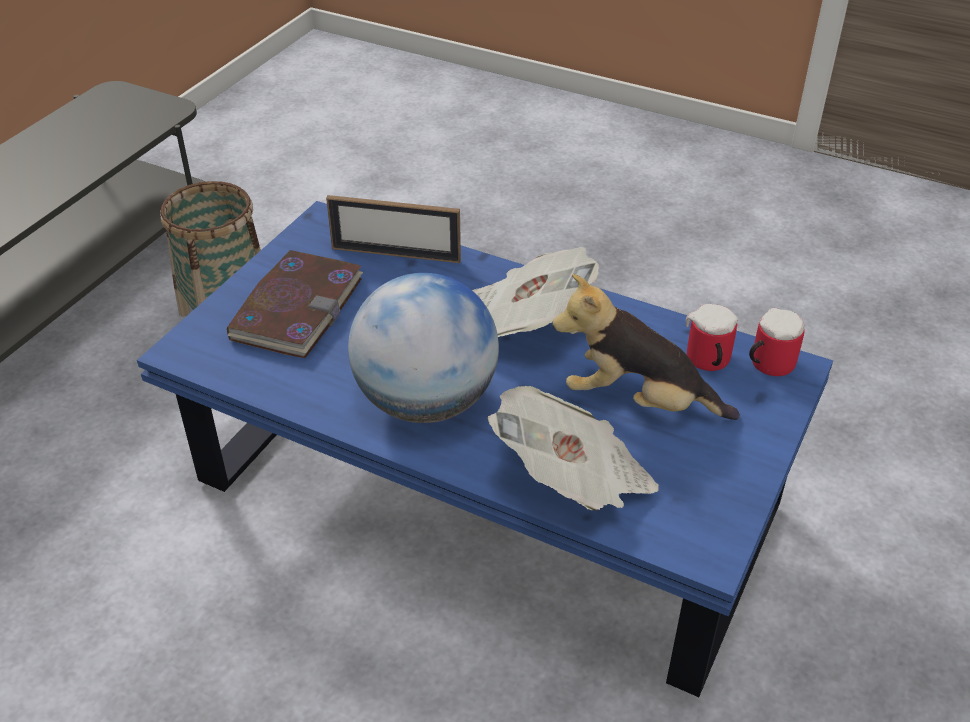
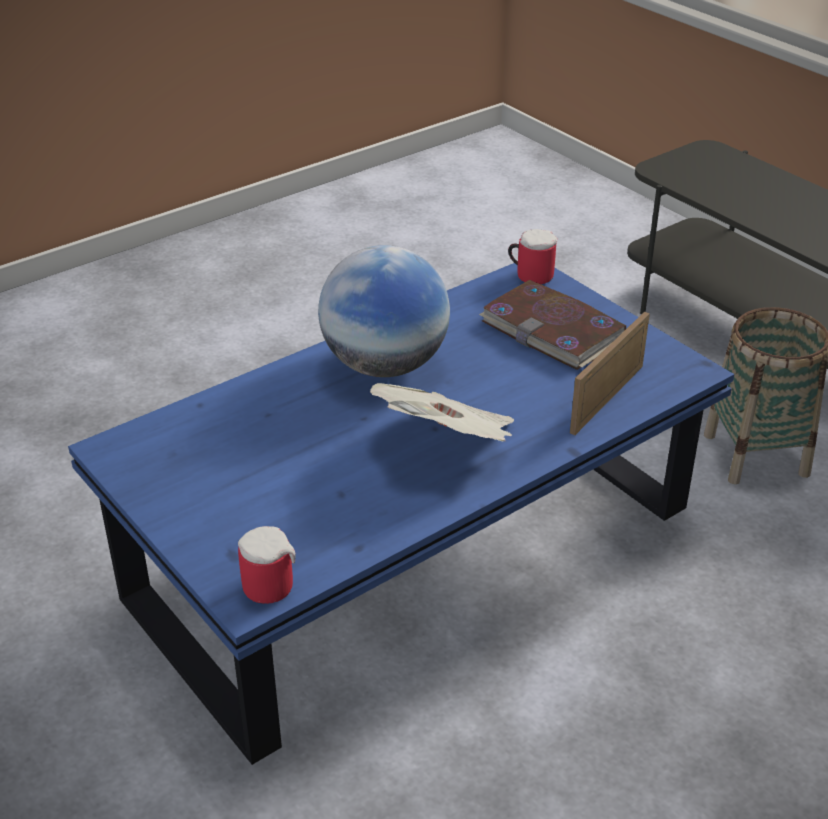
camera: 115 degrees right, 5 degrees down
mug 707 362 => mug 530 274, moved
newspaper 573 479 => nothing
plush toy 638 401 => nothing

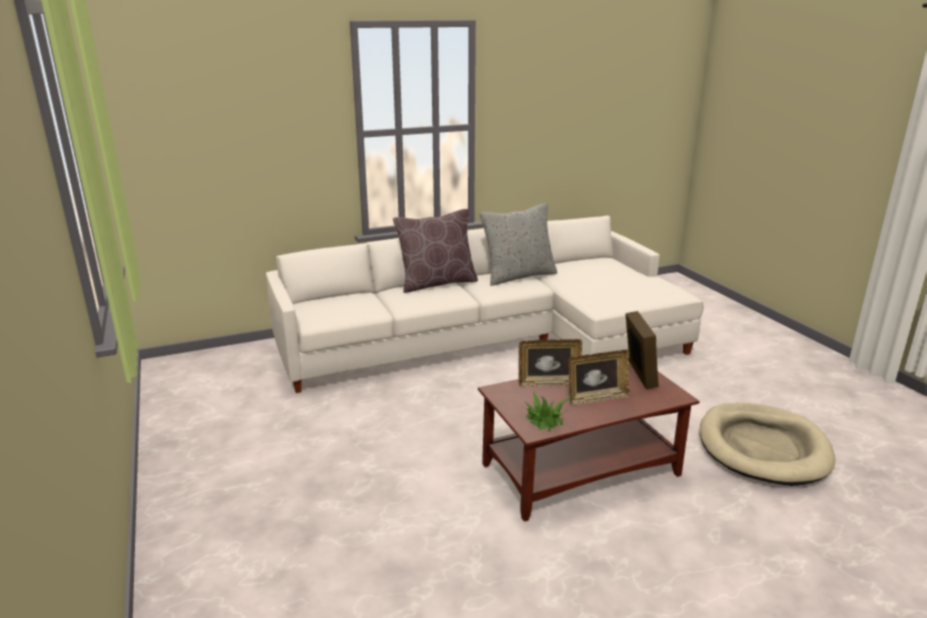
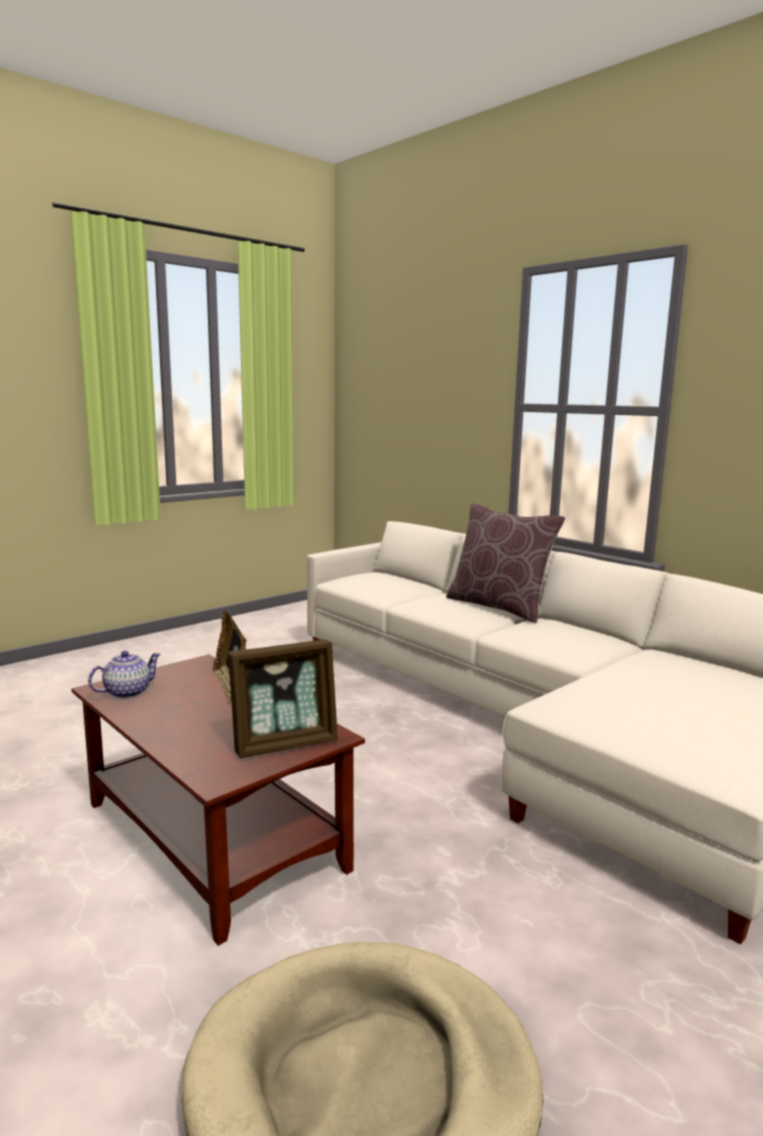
camera: 70 degrees right, 10 degrees down
potted plant 544 420 => teapot 126 692
pillow (grey) 518 276 => nothing
picture frame 597 398 => nothing

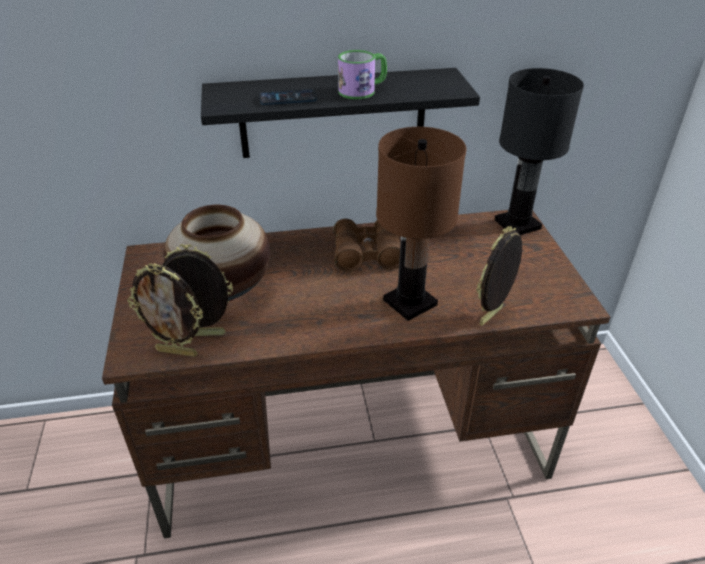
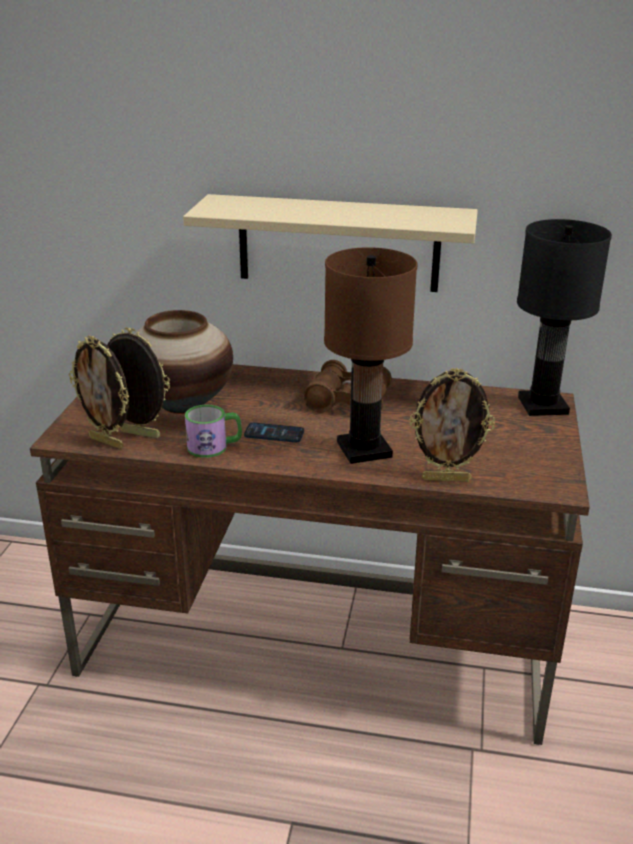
camera: 20 degrees right, 10 degrees down
shelf (black) 333 113 => shelf (beige) 338 243
mug 362 90 => mug 214 447, moved
phone 287 98 => phone 274 434, moved
picture frame 492 317 => picture frame 446 479, 150 degrees counterclockwise

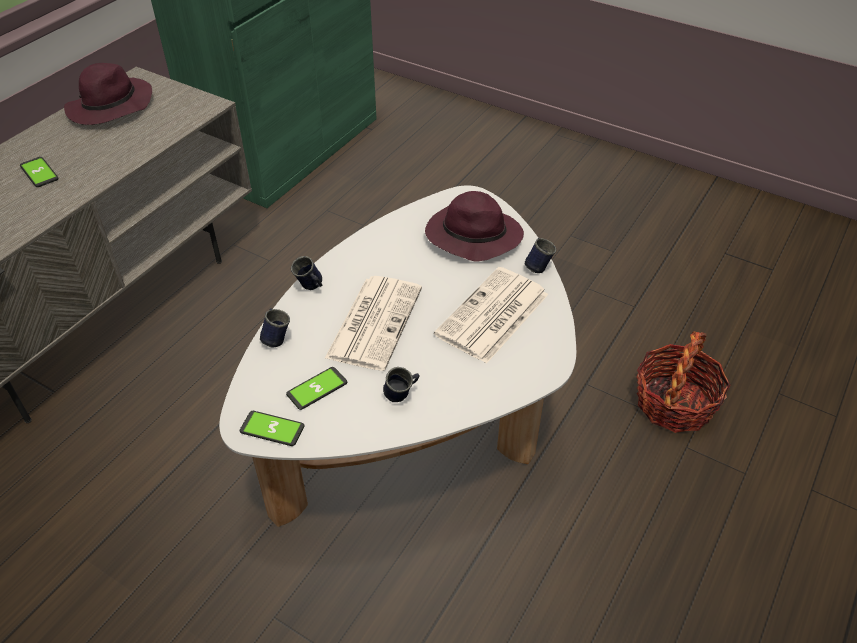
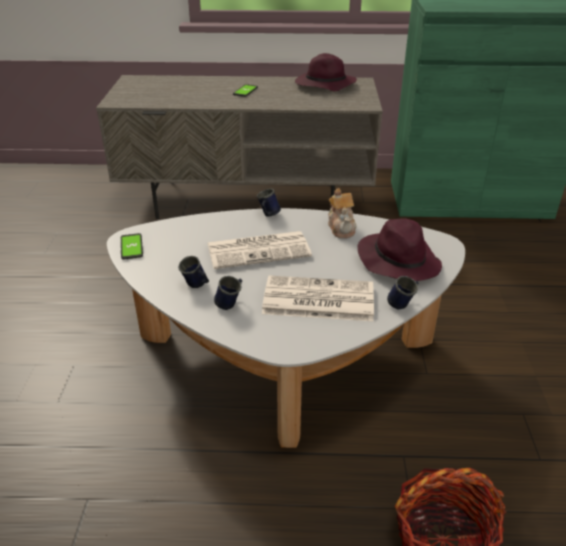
camera: 60 degrees right, 10 degrees down
mug (blue) 276 337 => mug (blue) 230 304, moved
nothing => teapot 341 227
phone 317 389 => nothing

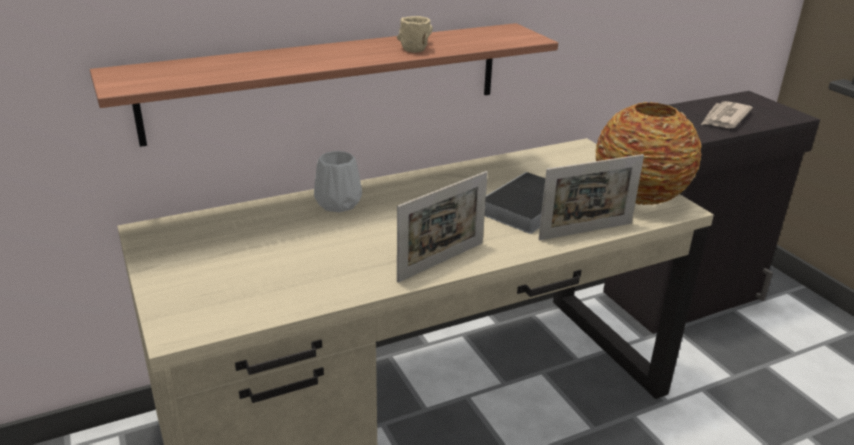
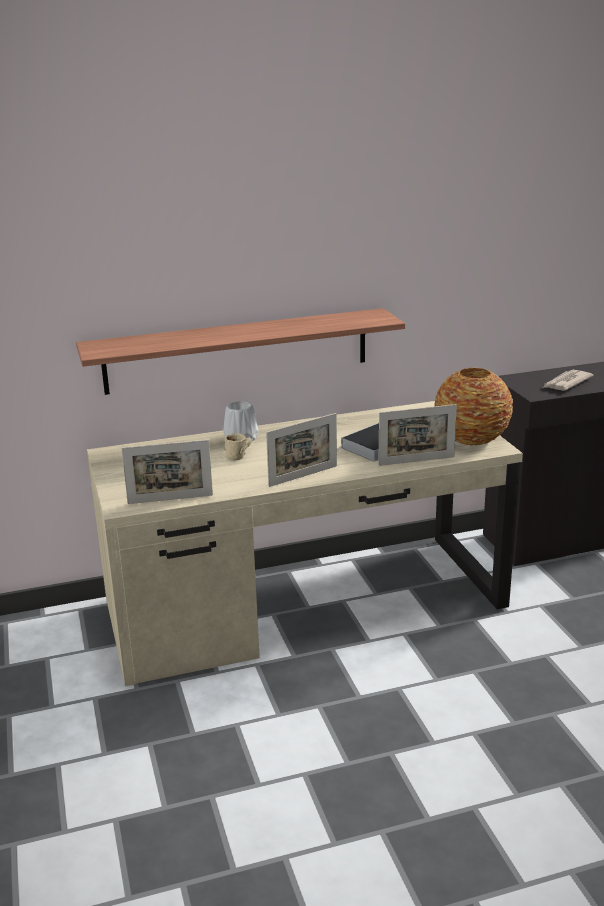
camera: 10 degrees right, 5 degrees down
nothing => picture frame 170 499
mug (beige) 417 47 => mug (beige) 239 454, moved

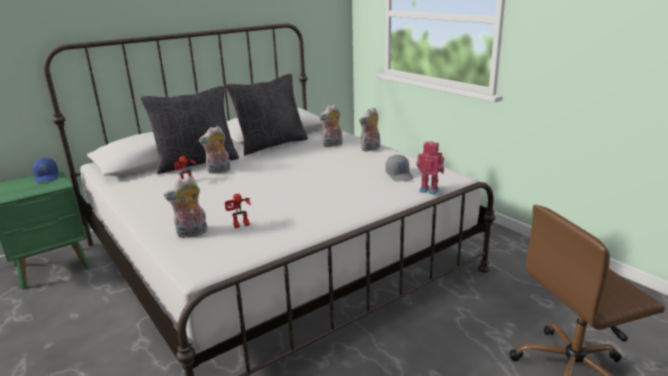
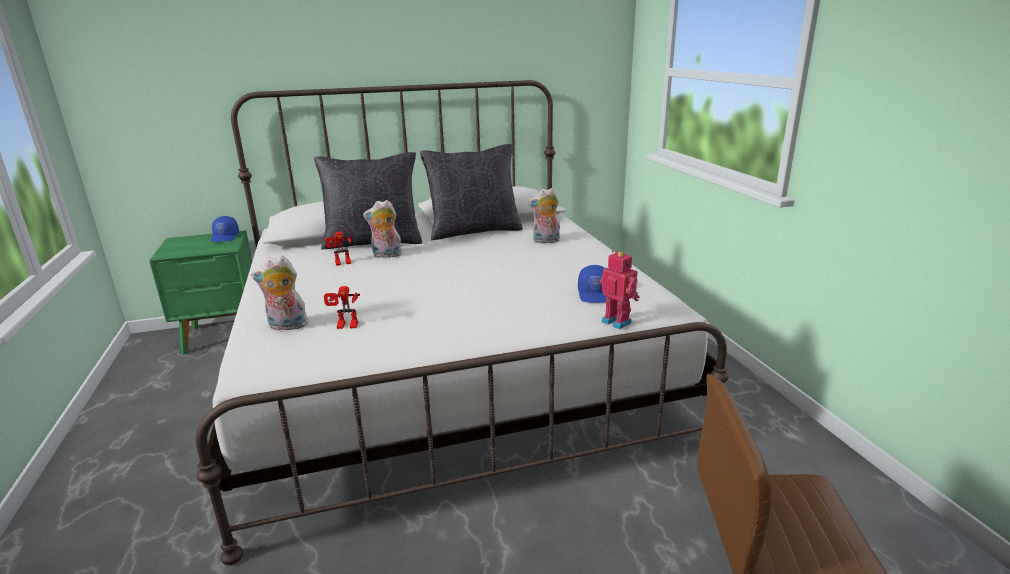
camera: 20 degrees right, 0 degrees up
cap (grey) 399 175 => cap (blue) 595 294
plush toy 370 149 => nothing

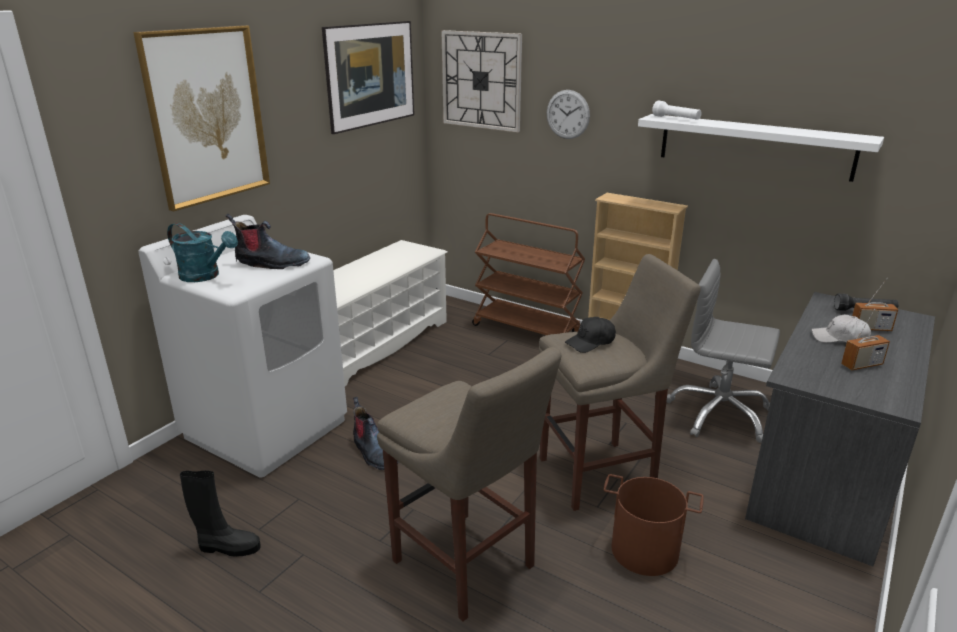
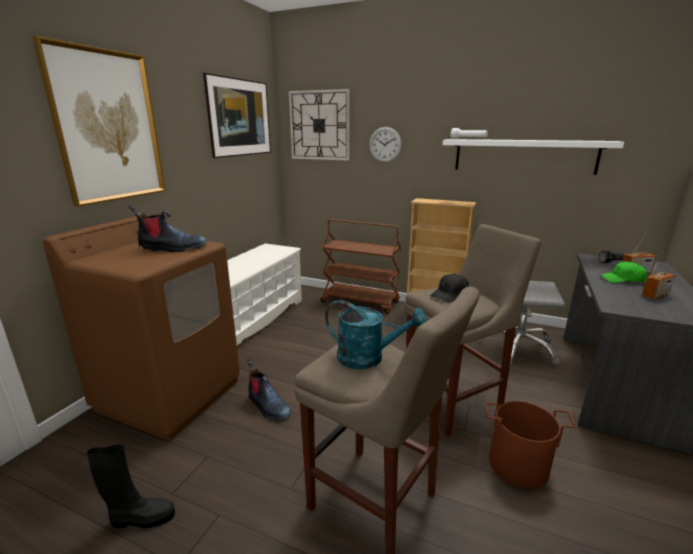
camera: 10 degrees left, 5 degrees down
washing machine (white) 267 428 => washing machine (brown) 170 394
watering can (turquoise) 205 276 => watering can (turquoise) 369 358, moved
cap (white) 839 338 => cap (green) 622 279

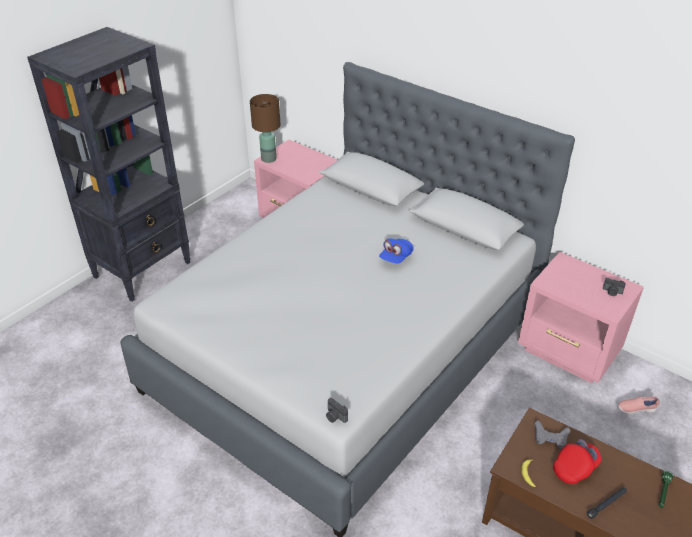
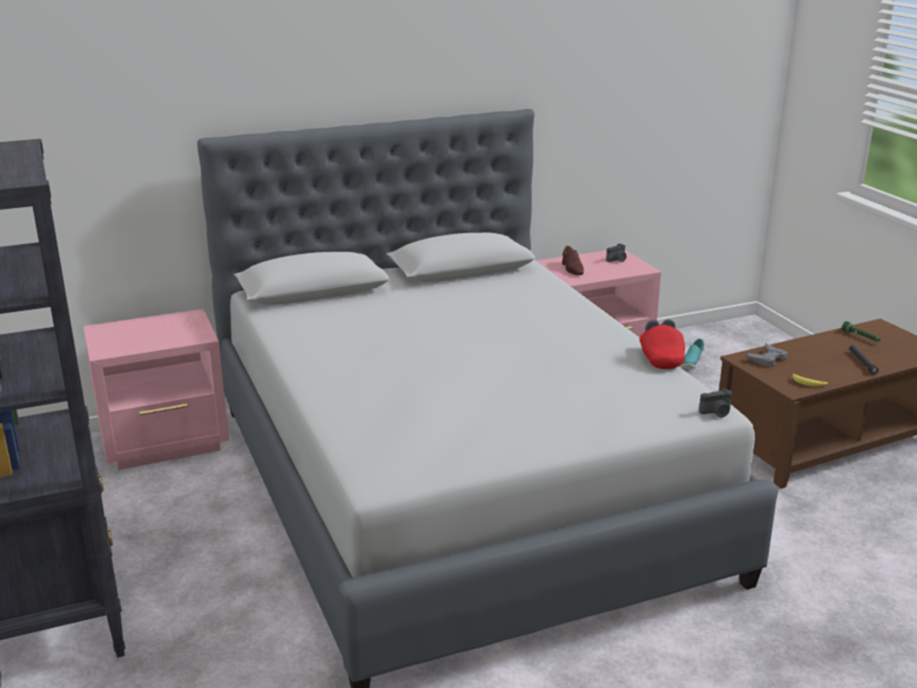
camera: 60 degrees left, 15 degrees down
nothing => shoe (brown) 572 269
cap (red) 575 468 => cap (red) 660 358, moved
shoe (pink) 635 409 => shoe (turquoise) 692 362
table lamp (brown) 268 159 => nothing
cap (blue) 396 257 => nothing

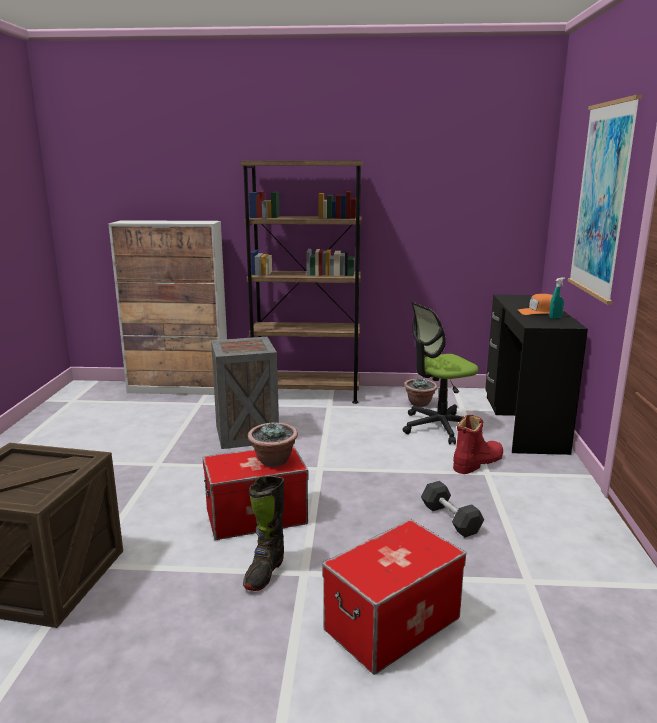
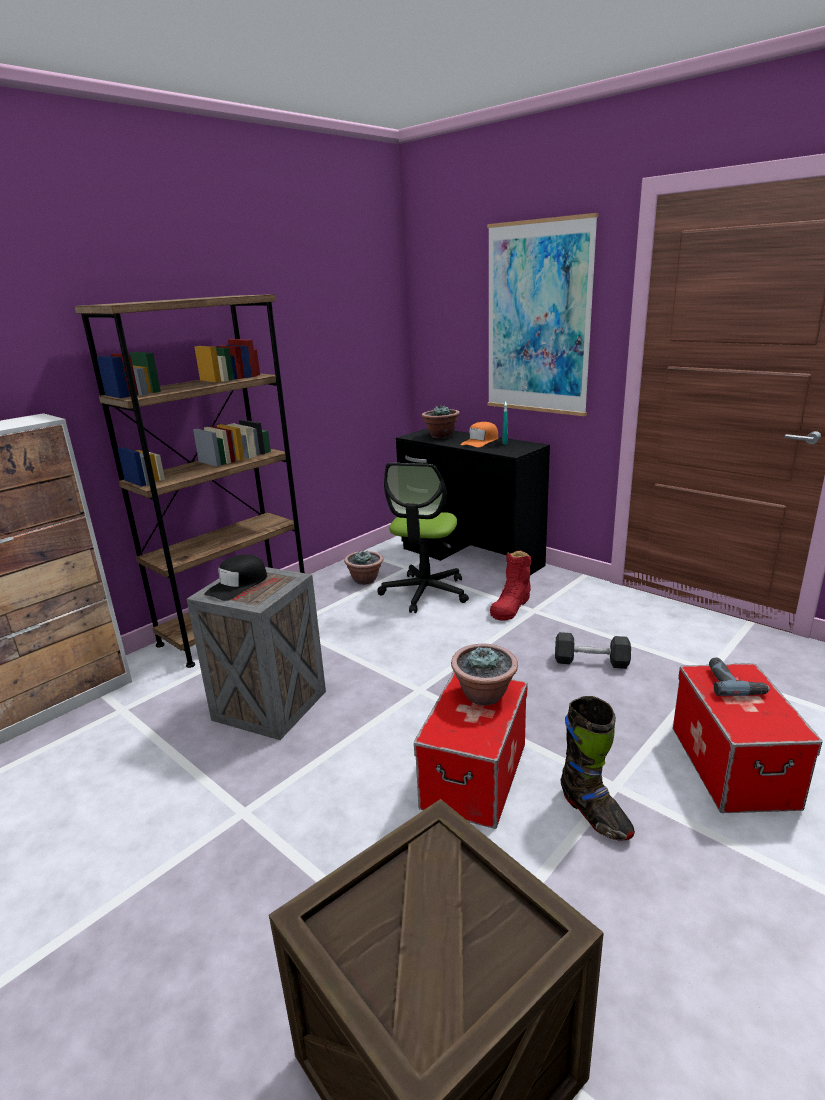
camera: 50 degrees left, 5 degrees up
nothing => cap (black) 238 585
nothing => potted plant 441 436
boot (red) 477 462 => boot (red) 511 606, 150 degrees counterclockwise
nothing => power drill 733 683

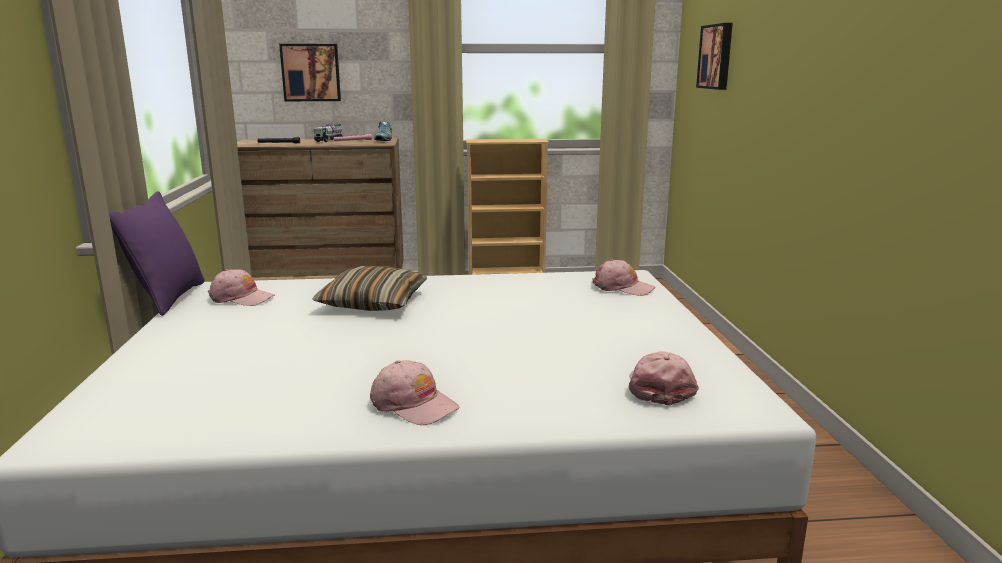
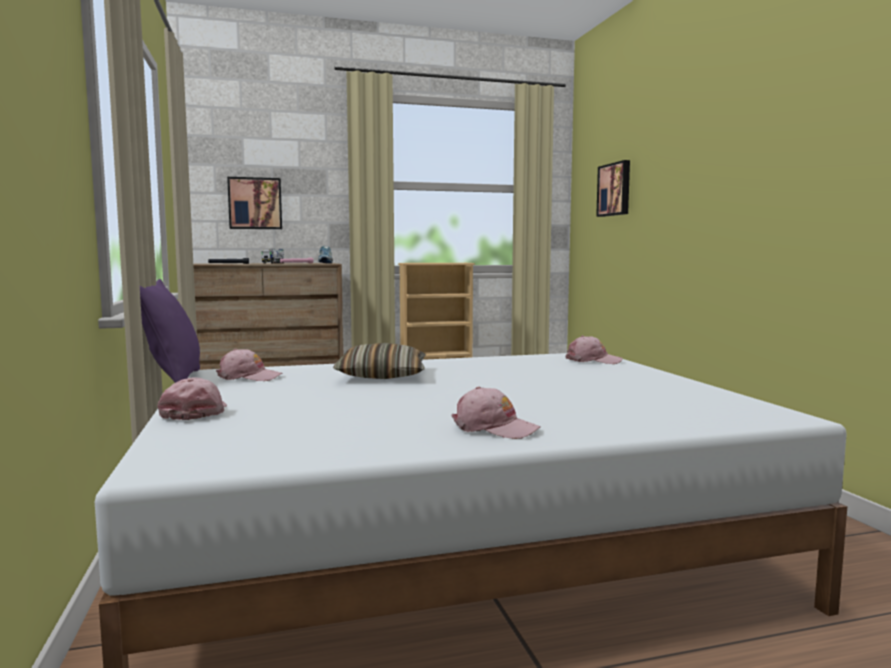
camera: 10 degrees left, 10 degrees down
cap (pink) 659 387 => cap (pink) 195 412, moved

